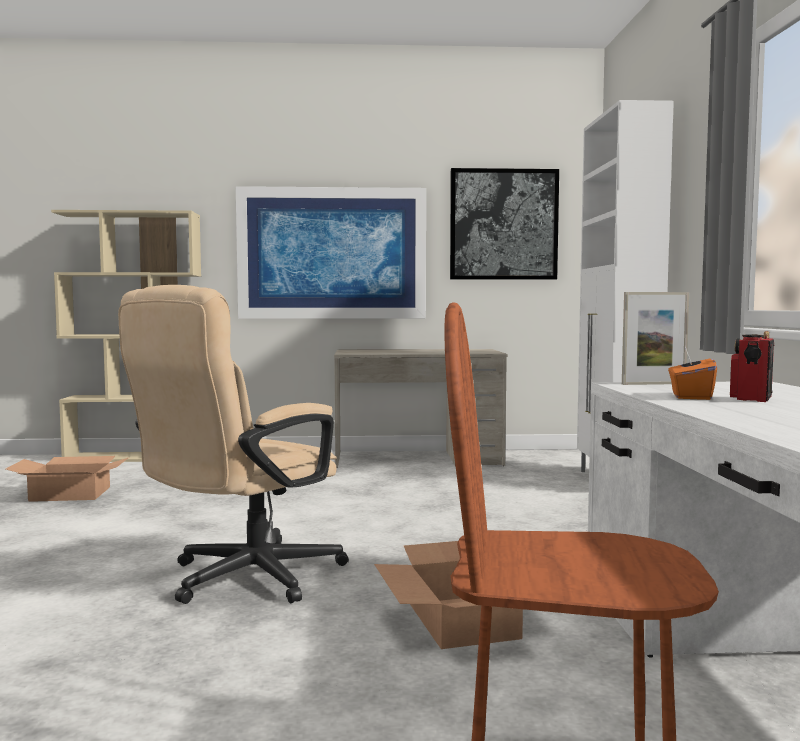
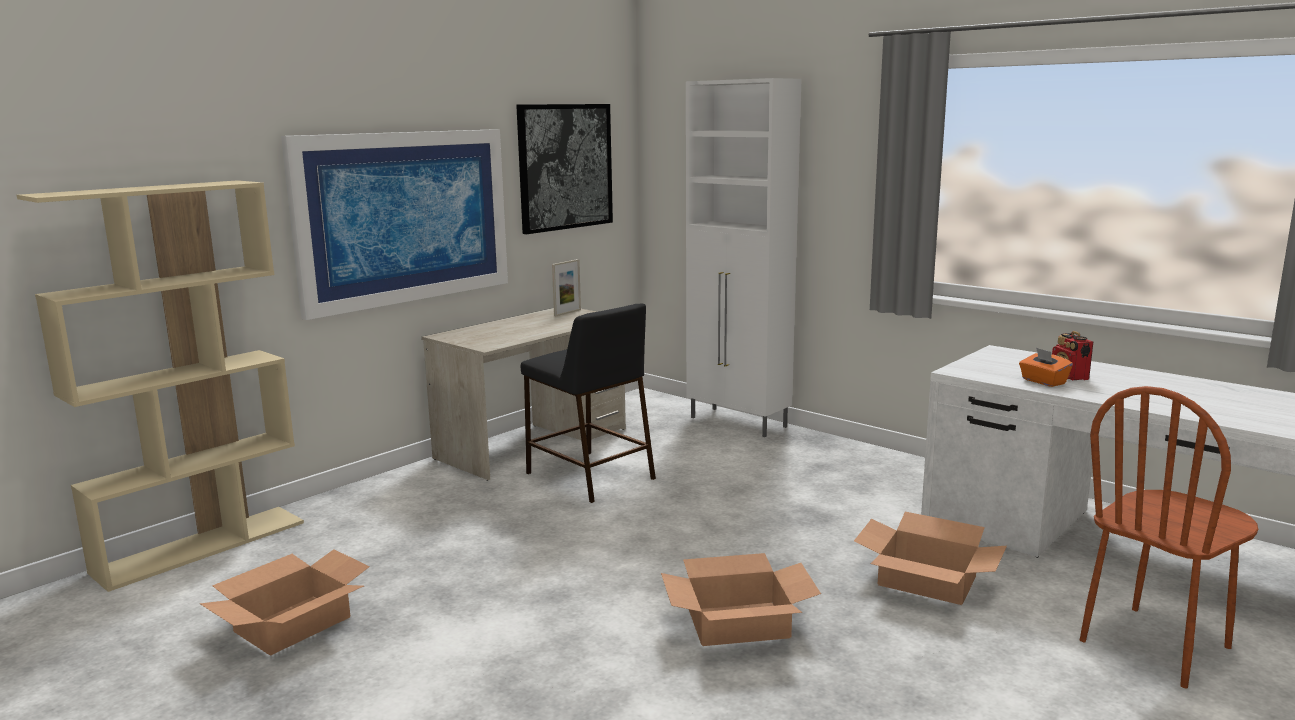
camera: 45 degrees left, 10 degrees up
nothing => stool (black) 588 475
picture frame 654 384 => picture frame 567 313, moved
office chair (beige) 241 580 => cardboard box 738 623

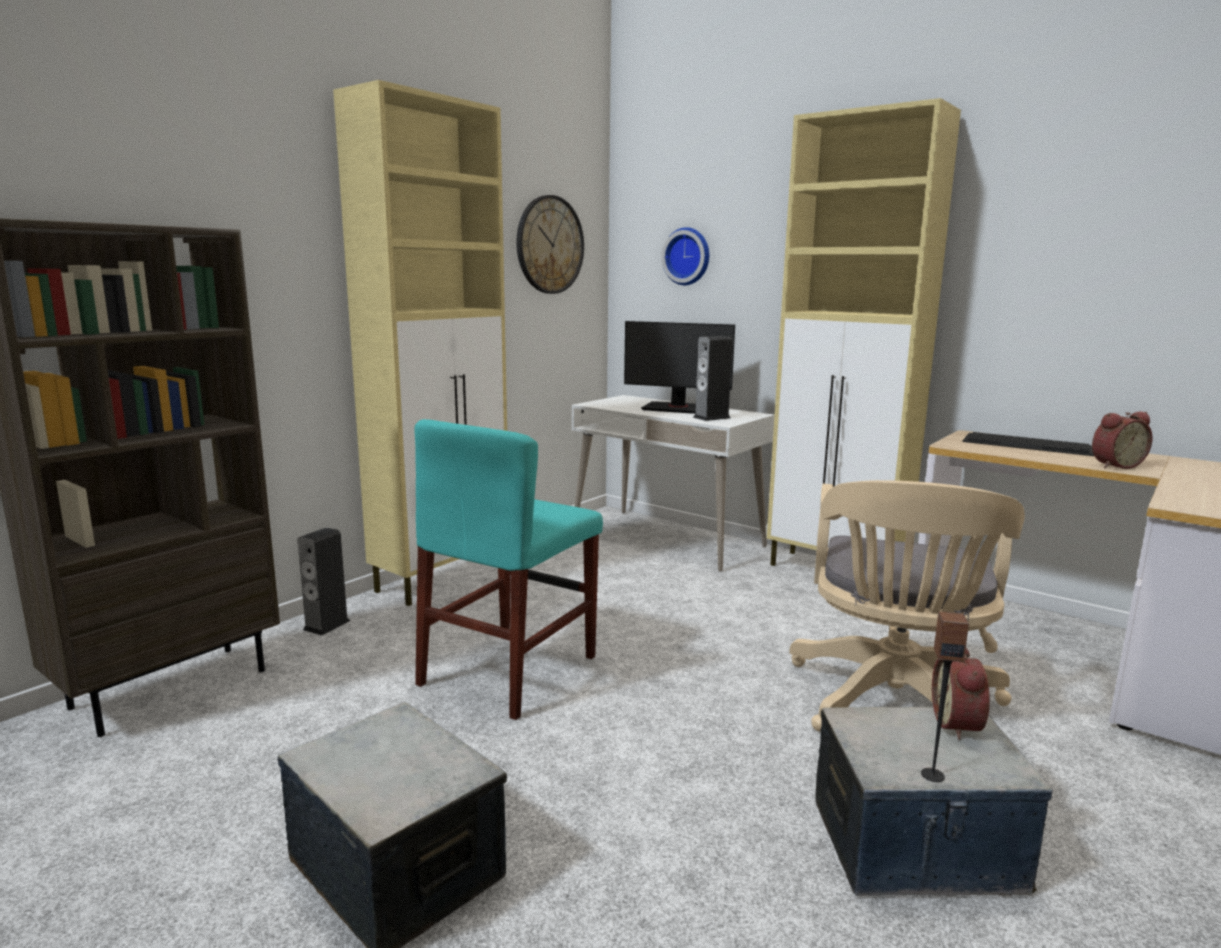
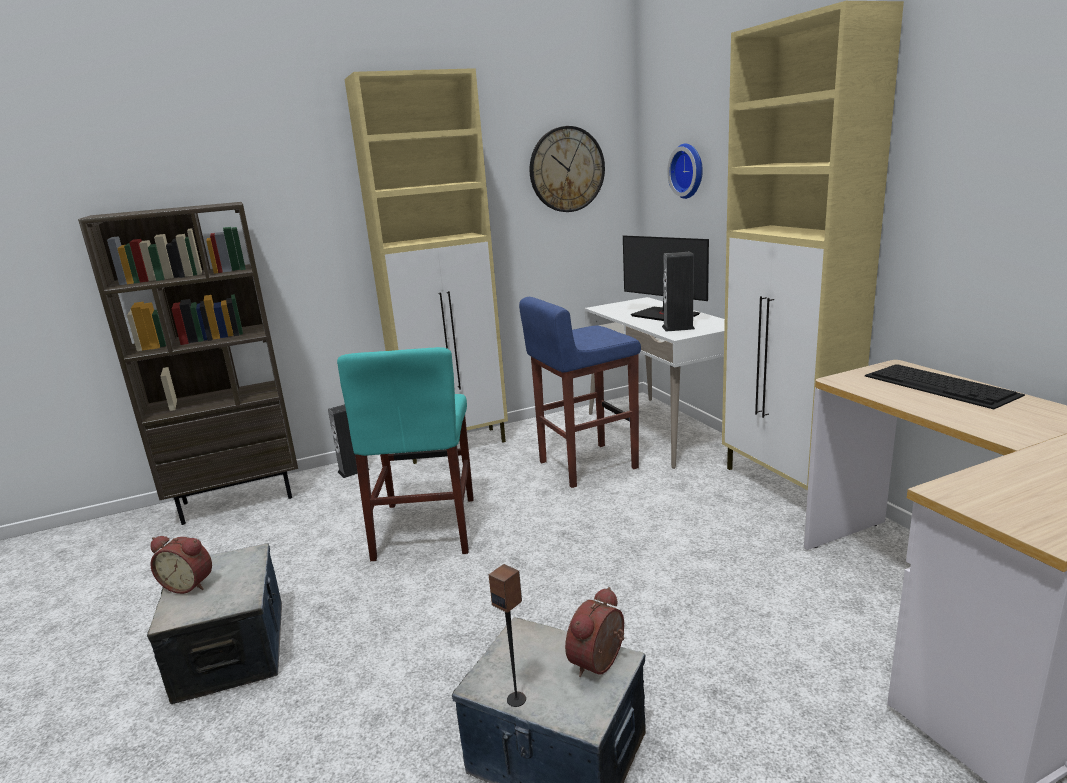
camera: 30 degrees right, 5 degrees up
alarm clock 1114 465 => alarm clock 190 584, moved
chair (turquoise) 509 670 => chair (turquoise) 426 527, 60 degrees counterclockwise
nothing => stool (blue) 586 465
office chair (beige) 894 706 => nothing

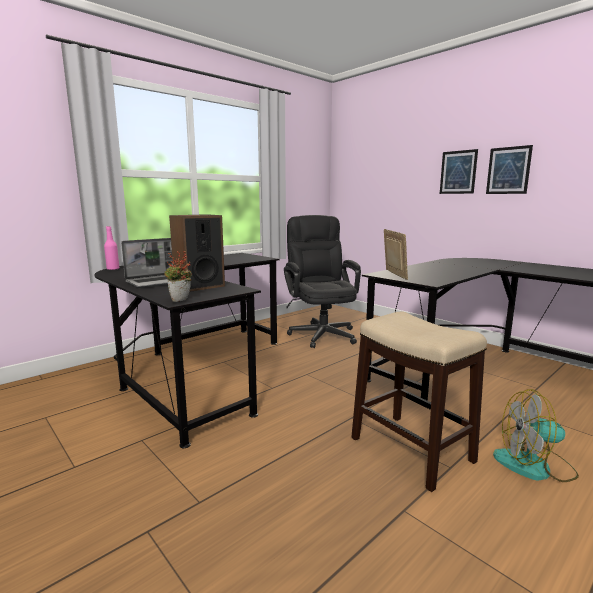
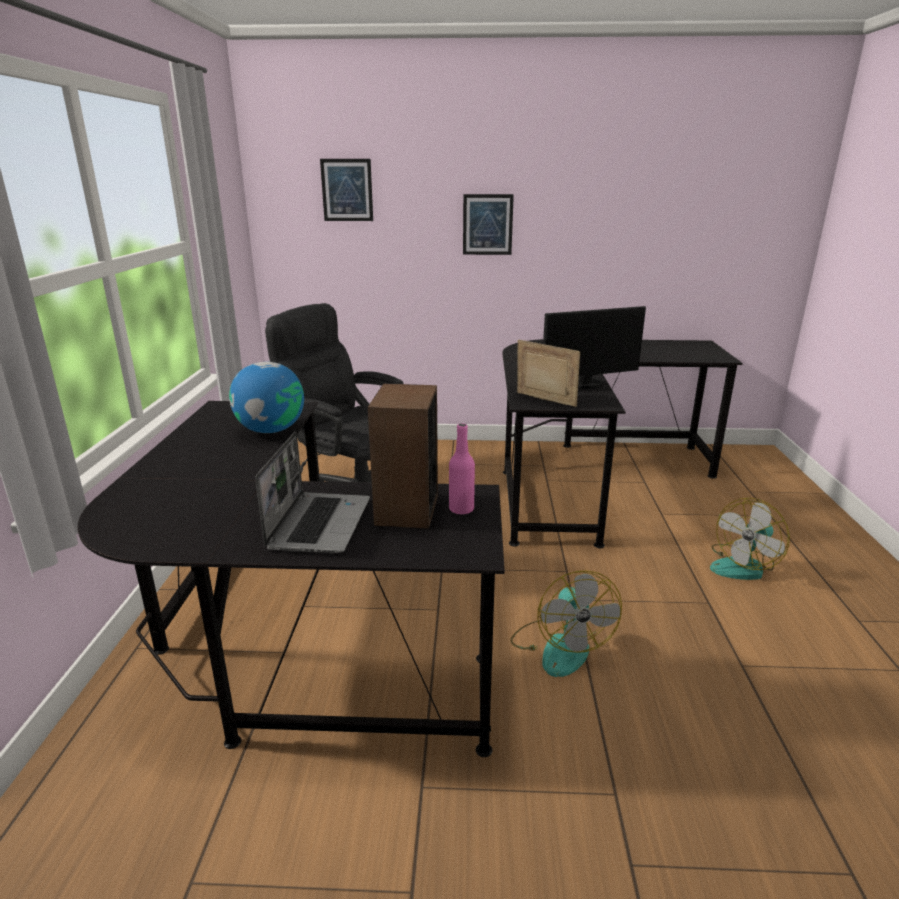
camera: 45 degrees left, 10 degrees up
nothing => globe 271 430
picture 508 170 => picture 347 190, moved
bottle (pink) 113 269 => bottle (pink) 461 509, moved
nothing => fan 560 646
nothing => monitor 585 384
potted plant 180 300 => nothing
stool 410 449 => nothing

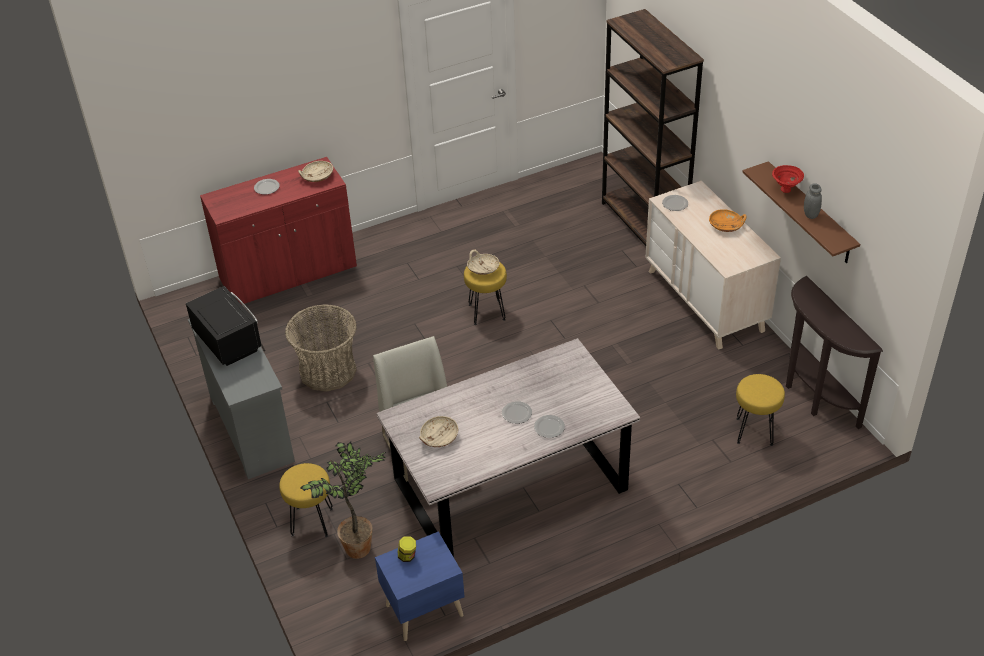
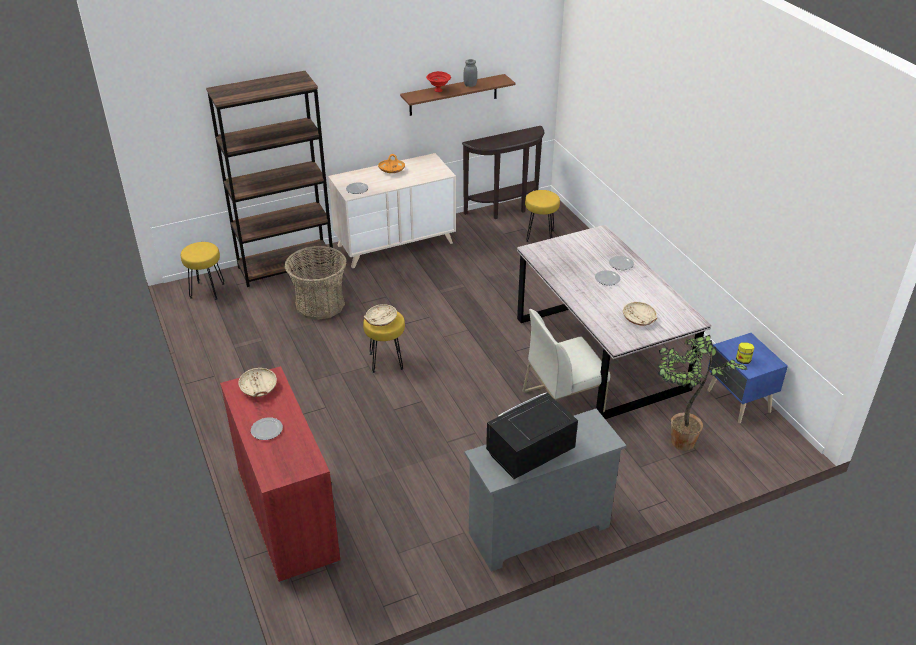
camera: 90 degrees left, 5 degrees down
stool (yellow) 312 521 => stool (yellow) 207 290, moved
basket 328 371 => basket 320 304, moved

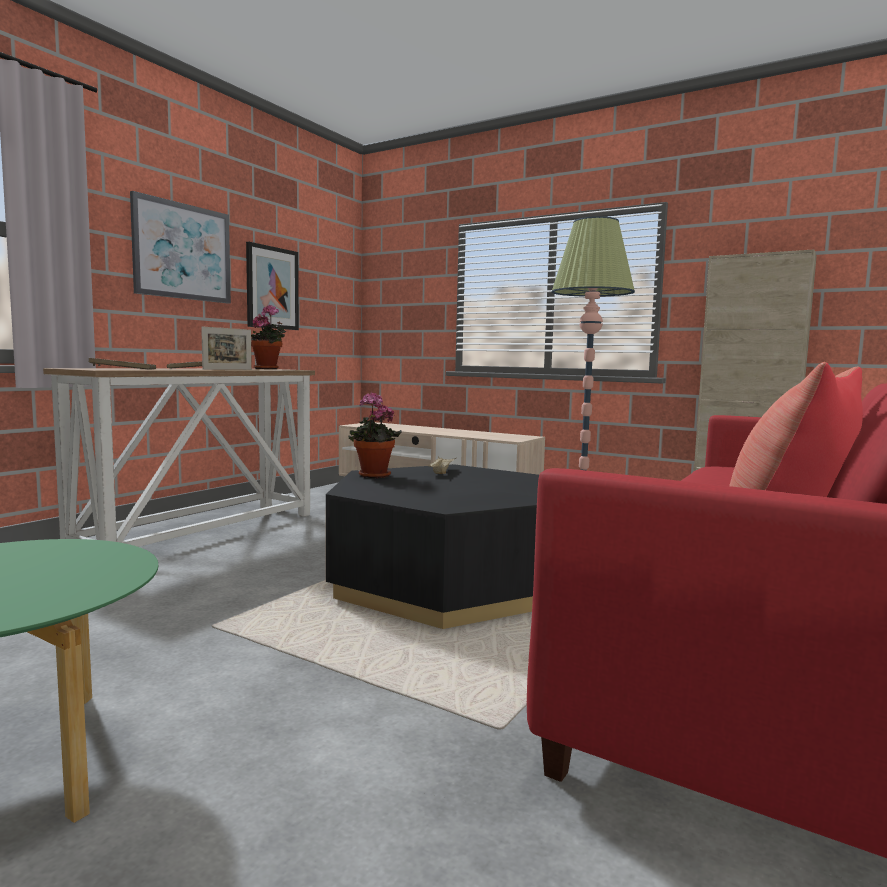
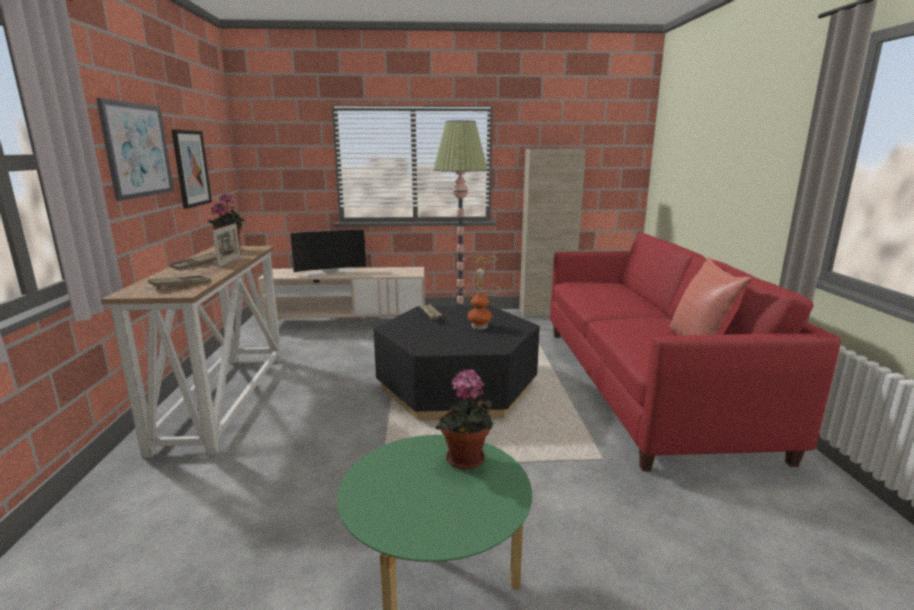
camera: 35 degrees left, 10 degrees up
nothing => television 330 272
potted plant 373 476 => potted plant 466 461, moved
nothing => table lamp 479 326

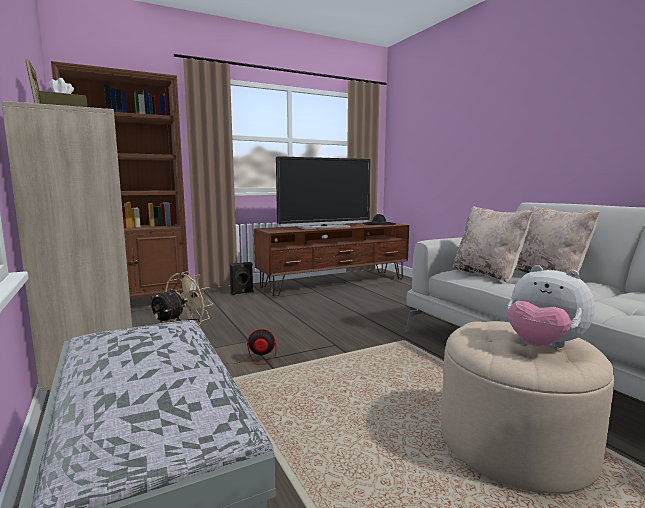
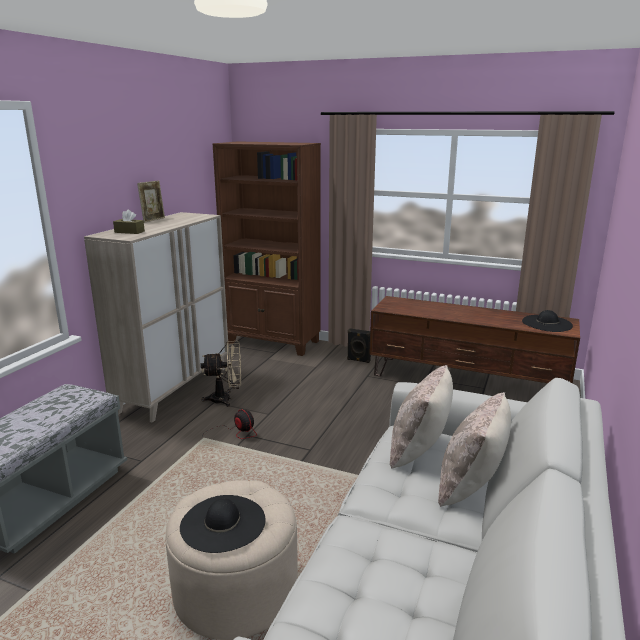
camera: 50 degrees right, 10 degrees up
plush toy 543 346 => hat (black) 223 523
television 324 227 => nothing

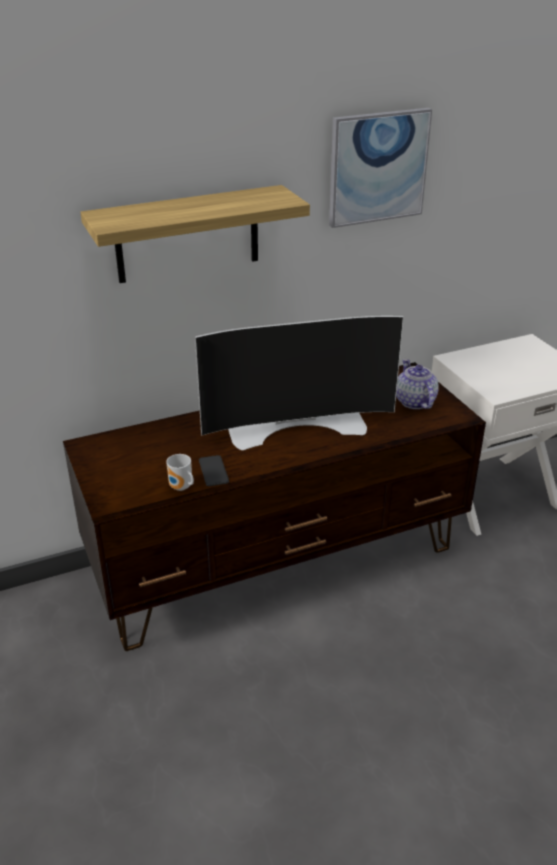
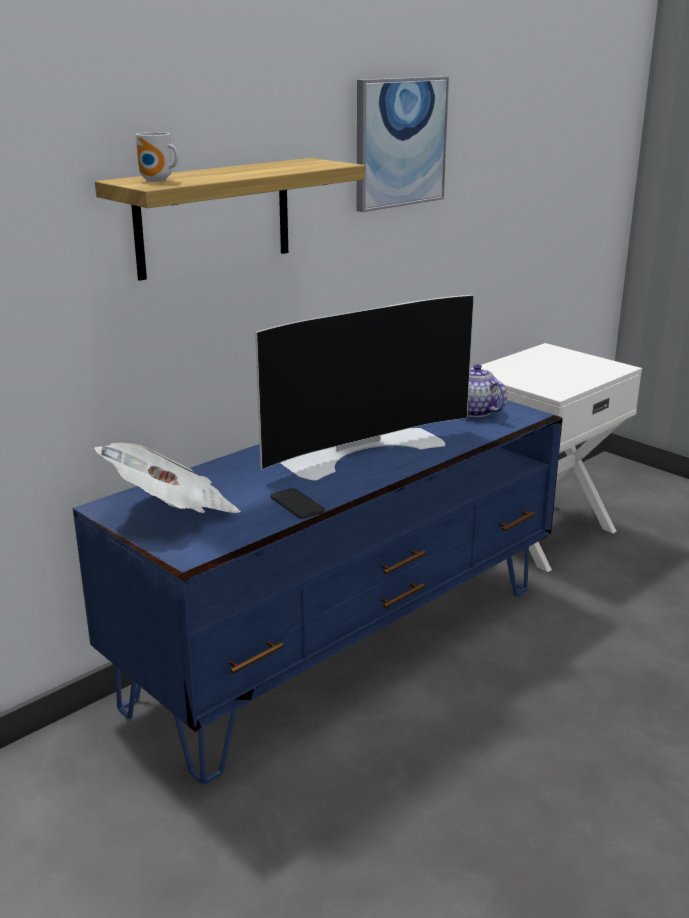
camera: 20 degrees left, 10 degrees down
tv stand (brown) 279 563 => tv stand (blue) 345 644
nothing => newspaper 173 511
mug 181 488 => mug 157 181, moved

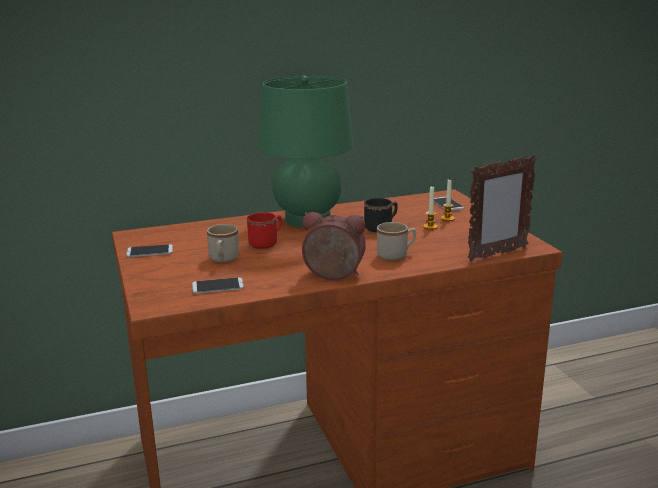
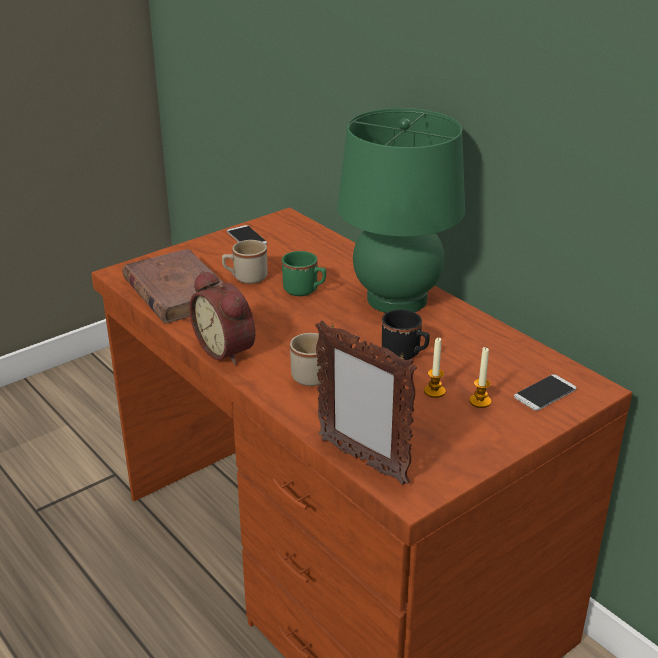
camera: 70 degrees right, 10 degrees up
phone 218 286 => book (brown) 176 291
alarm clock 333 276 => alarm clock 228 349, 150 degrees clockwise
mug (red) 266 243 => mug (green) 305 290

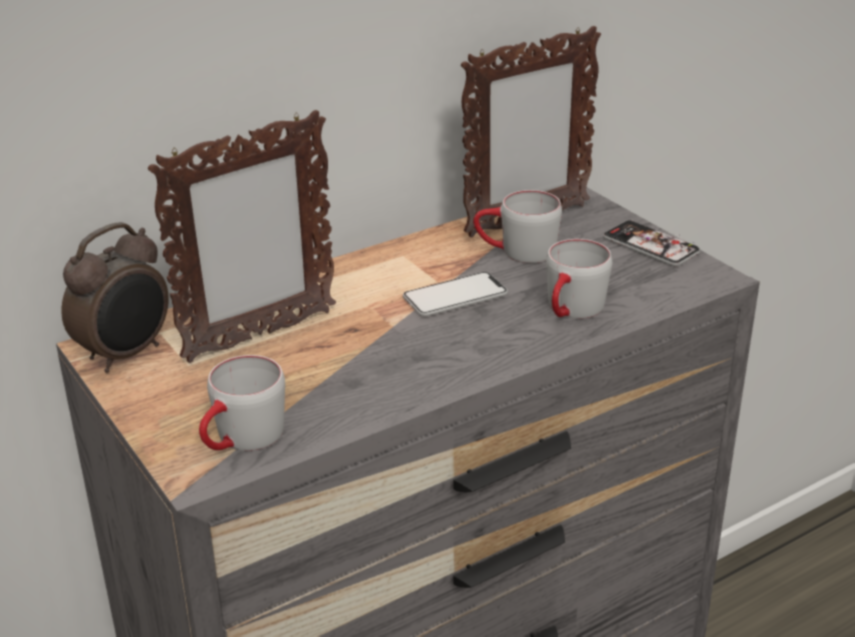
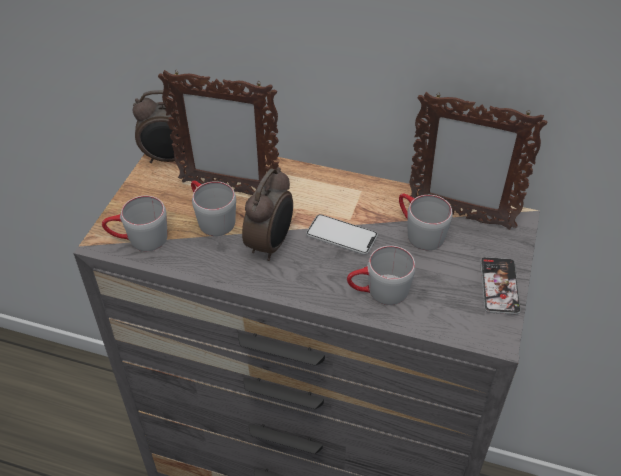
camera: 50 degrees right, 15 degrees up
nothing => mug (grey) 211 218
nothing => alarm clock 271 244

